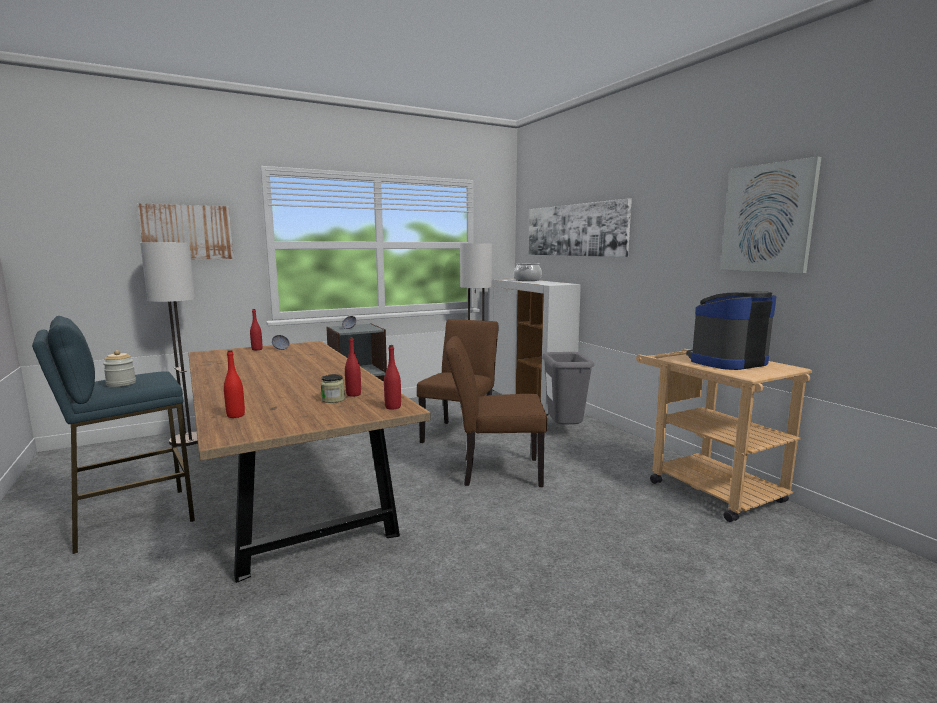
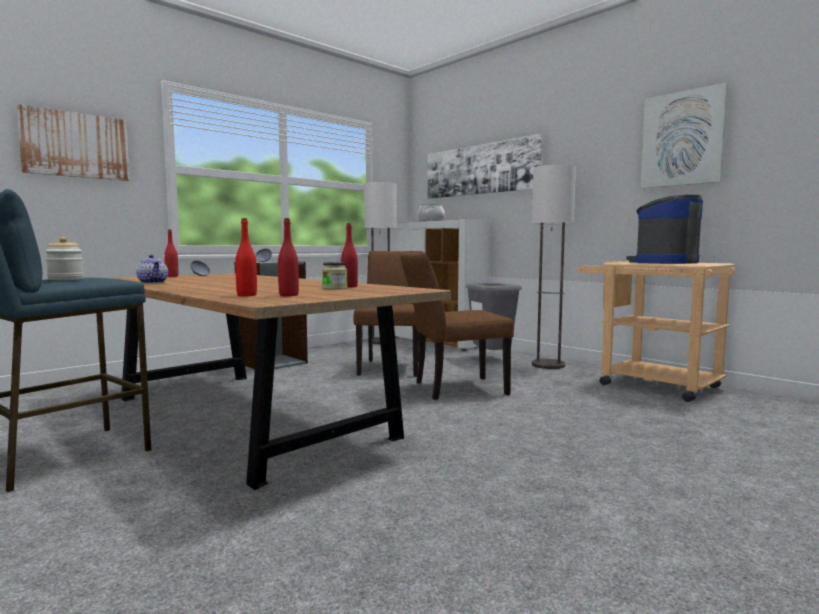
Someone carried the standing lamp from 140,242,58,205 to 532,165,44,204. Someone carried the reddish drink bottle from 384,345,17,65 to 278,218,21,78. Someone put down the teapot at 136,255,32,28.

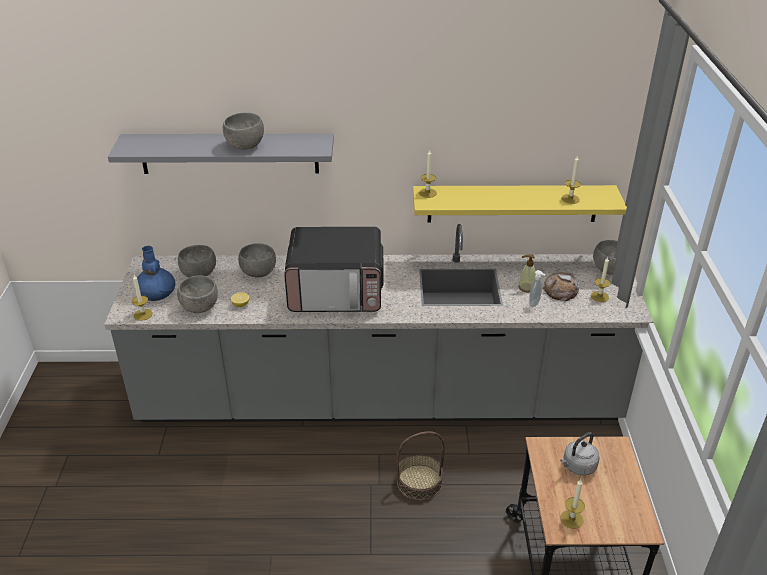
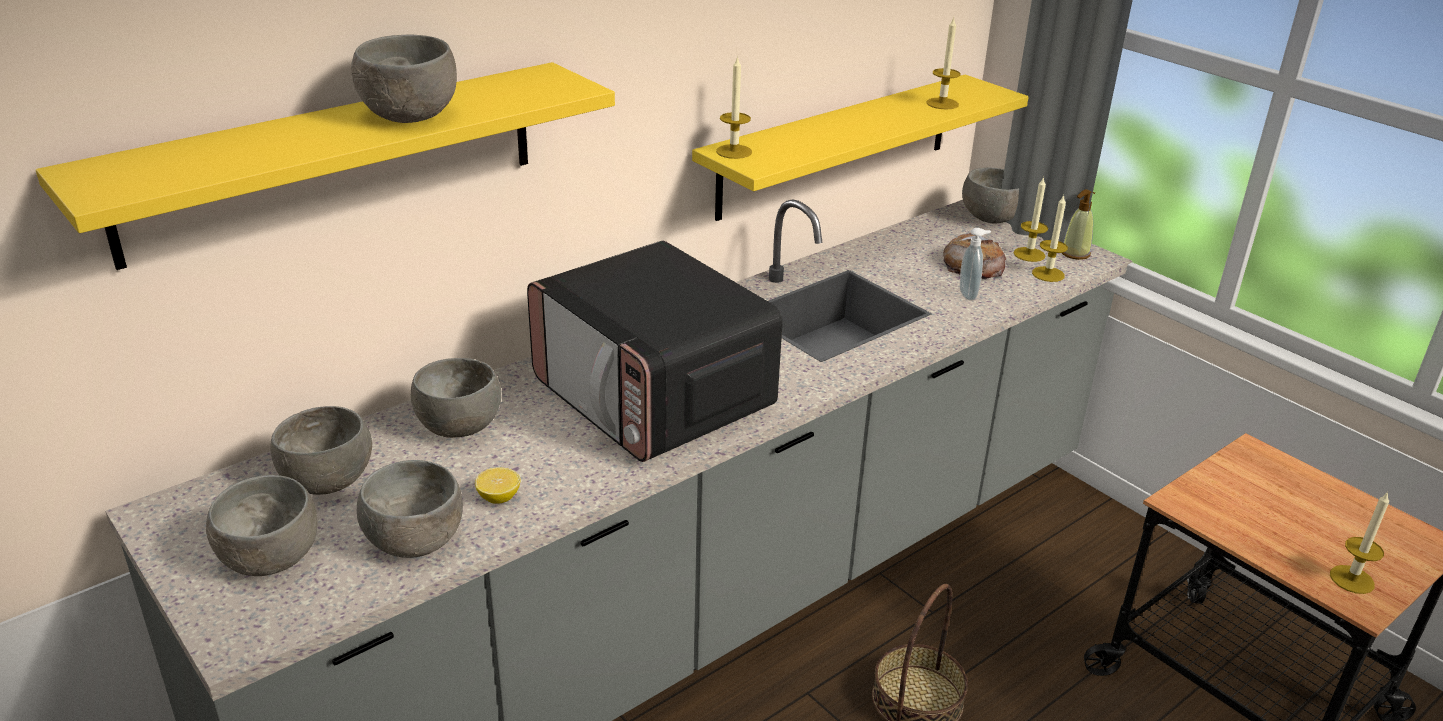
Someone repainted the grey shelf at 108,134,226,40, which became the yellow-coloured shelf at 36,62,579,208. Someone rotated the kitchen microwave at 284,227,99,85 by 90 degrees clockwise. Someone swapped the blue-coloured decorative vase at 137,246,38,55 for the grey deep dish at 206,475,111,101. Someone carried the soap dispenser from 519,254,17,38 to 1062,189,33,71. Someone carried the candle from 132,275,21,46 to 1032,195,36,87. Someone took away the grey kettle at 560,432,40,44.

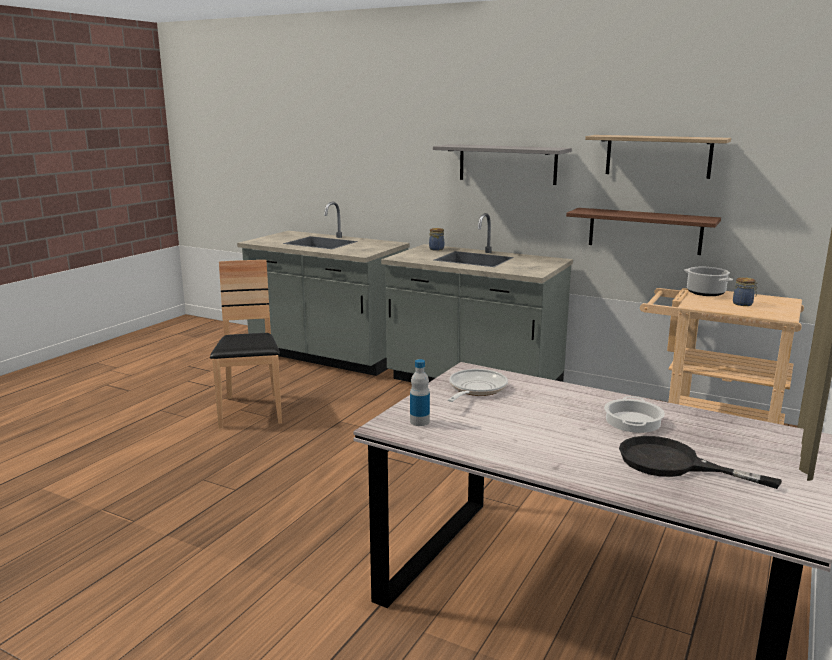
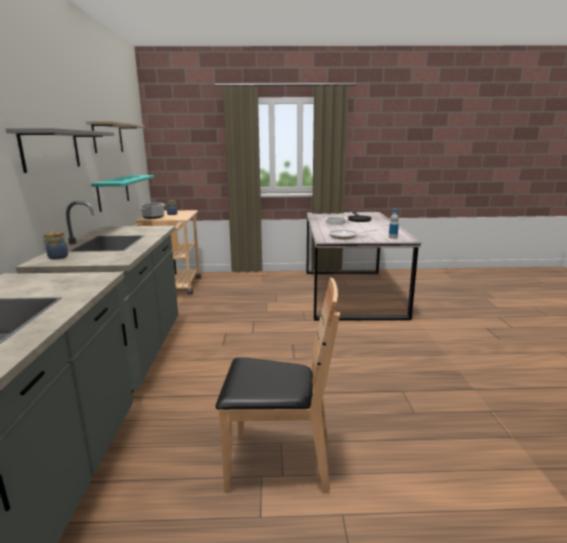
Someone repainted the brownish shelf at 566,208,155,47, which became the turquoise shelf at 91,175,63,37. Someone rotated the brownish upright chair at 210,260,72,168 by 135 degrees counterclockwise.

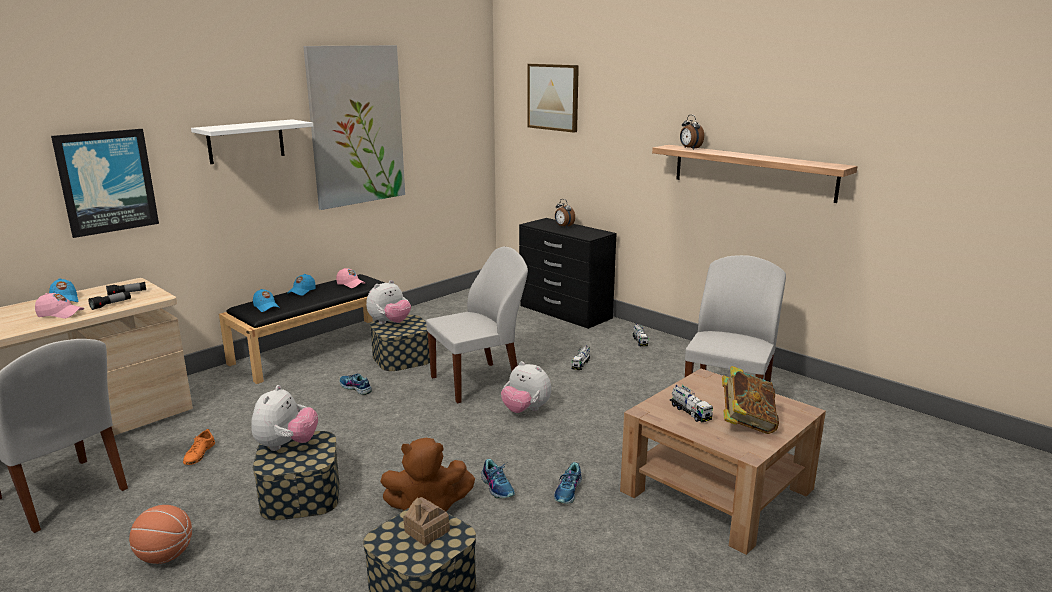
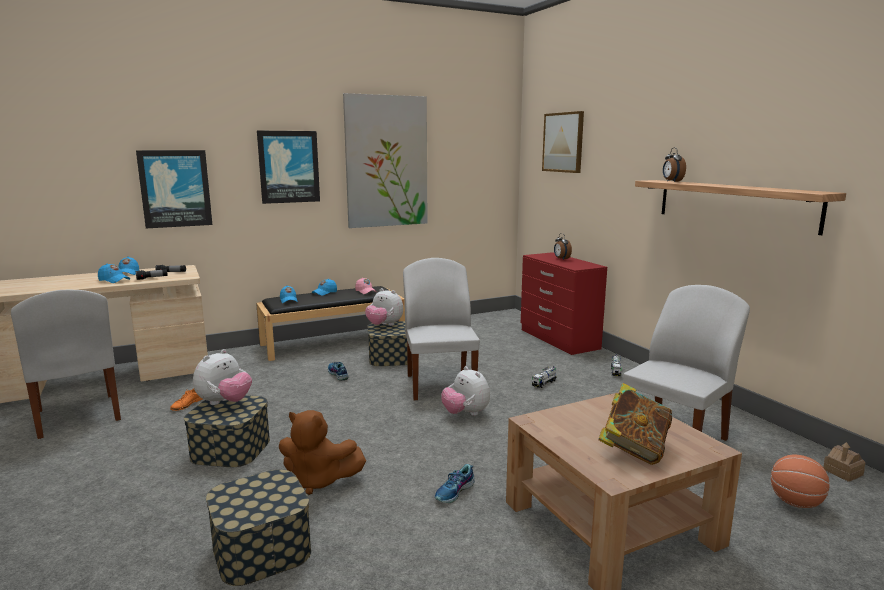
Someone swapped the white-coloured shelf at 191,119,122,45 for the wall picture at 257,131,63,73. Someone repainted the blackish chest of drawers at 519,218,97,111, which became the reddish chest of drawers at 521,252,86,103. Someone rotated the white-coloured upright chair at 426,247,102,156 by 90 degrees counterclockwise. Someone rotated the soft toy at 366,280,45,44 by 60 degrees clockwise. Someone repainted the pinkish baseball cap at 35,293,49,26, which became the blue-coloured baseball cap at 98,263,32,20. Someone took away the toy truck at 670,385,43,37. Someone took away the item of footwear at 481,459,34,39. Someone carried the toy house from 403,497,47,49 to 823,442,42,40. Someone carried the ball for basketball from 129,505,63,59 to 771,455,59,53.

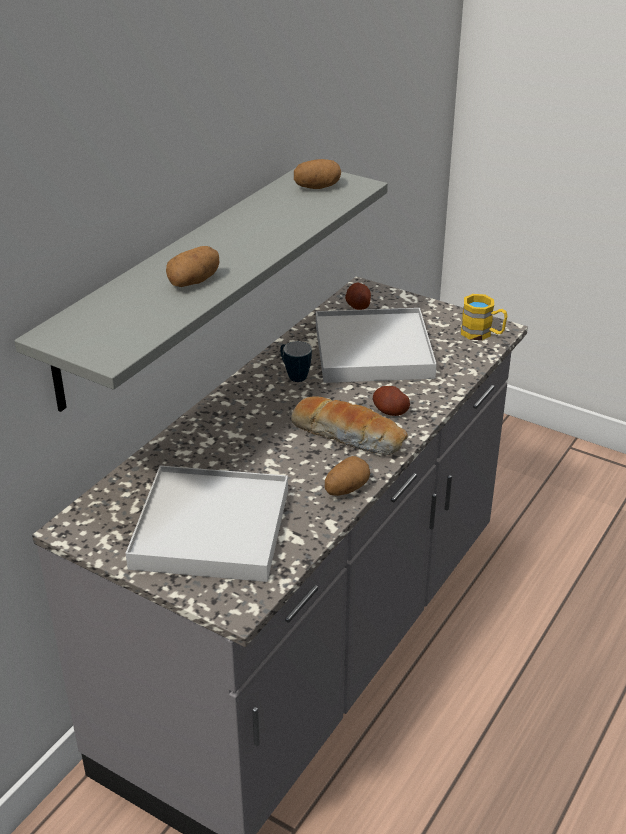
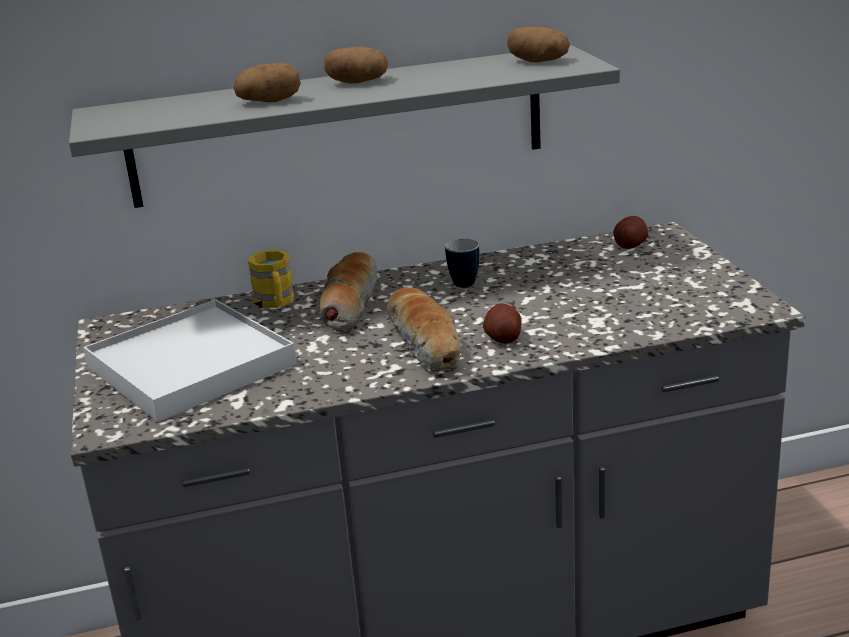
Someone carried the yellow-coloured mug from 461,294,47,46 to 248,250,46,58. Someone took away the white-coloured tray at 316,308,121,75. Someone carried the spud from 325,456,45,40 to 324,47,64,37. Someone put down the bakery bread at 319,252,59,81.

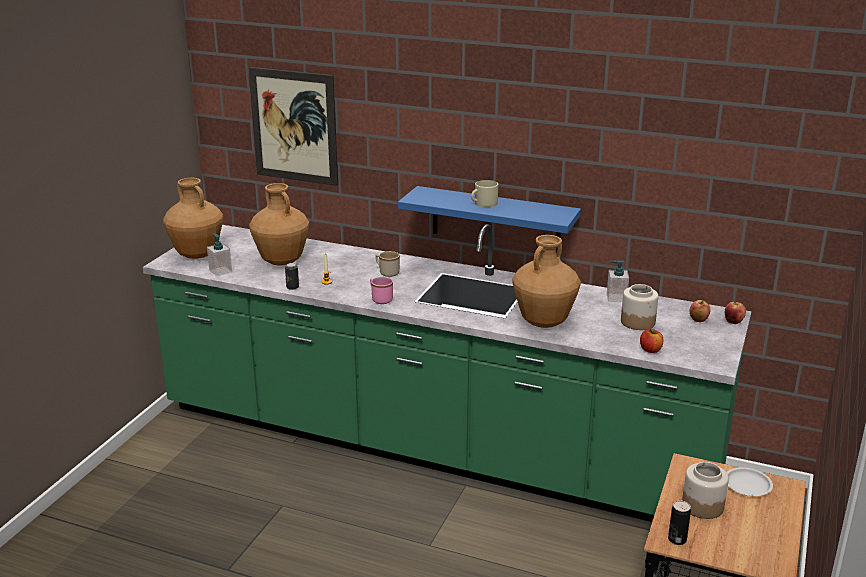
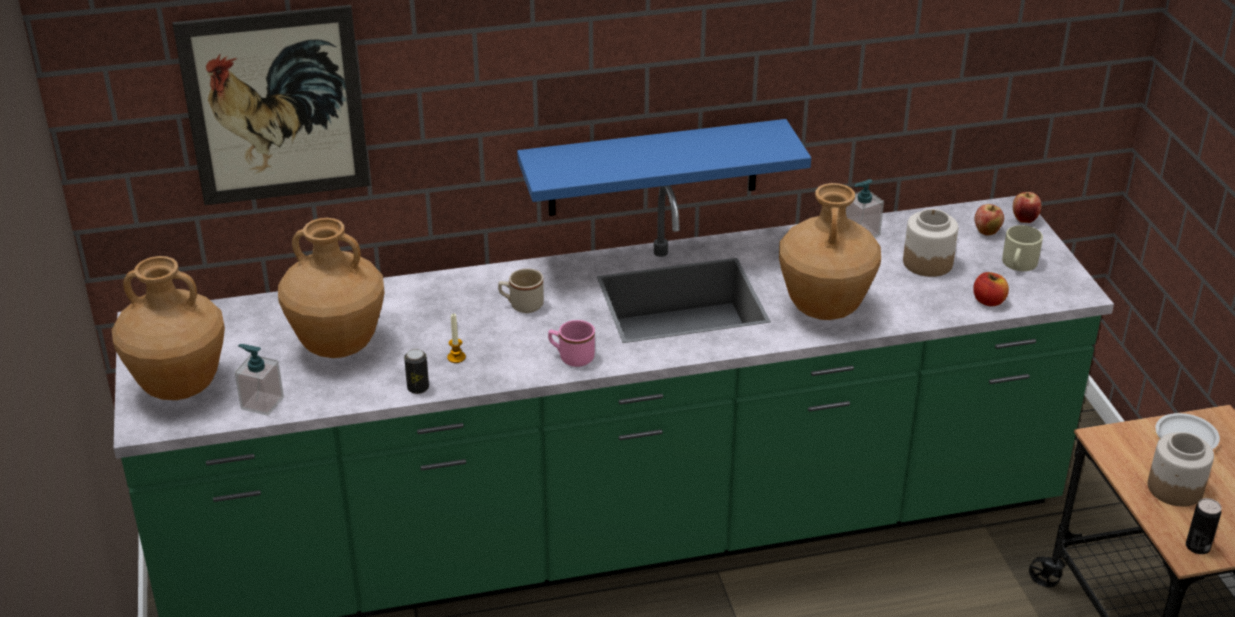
Someone carried the beige-coloured mug from 471,180,27,27 to 1002,225,41,46.

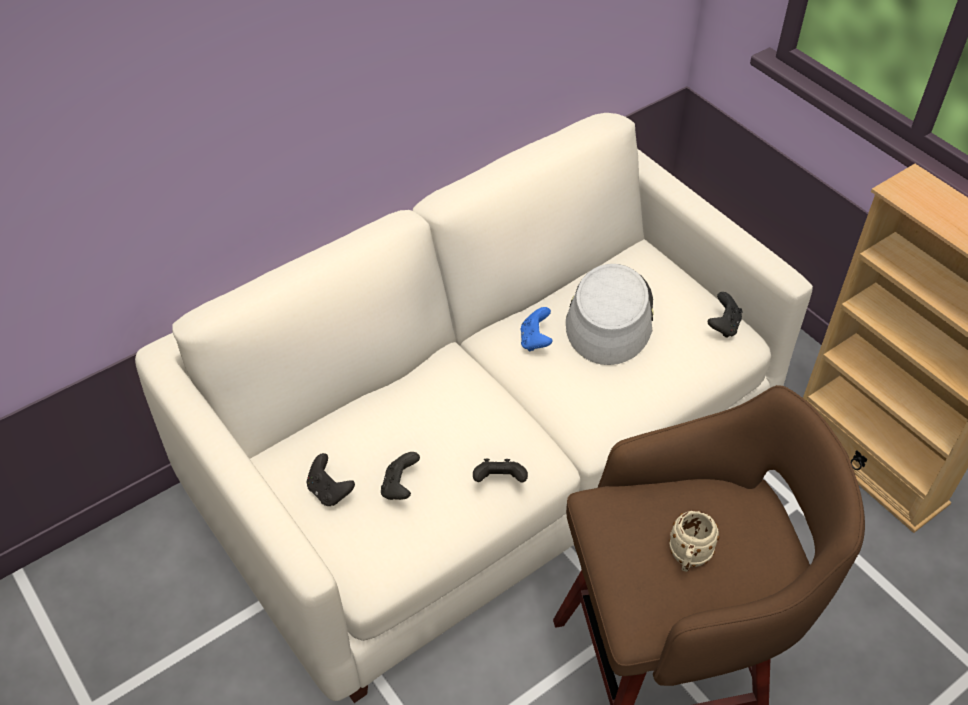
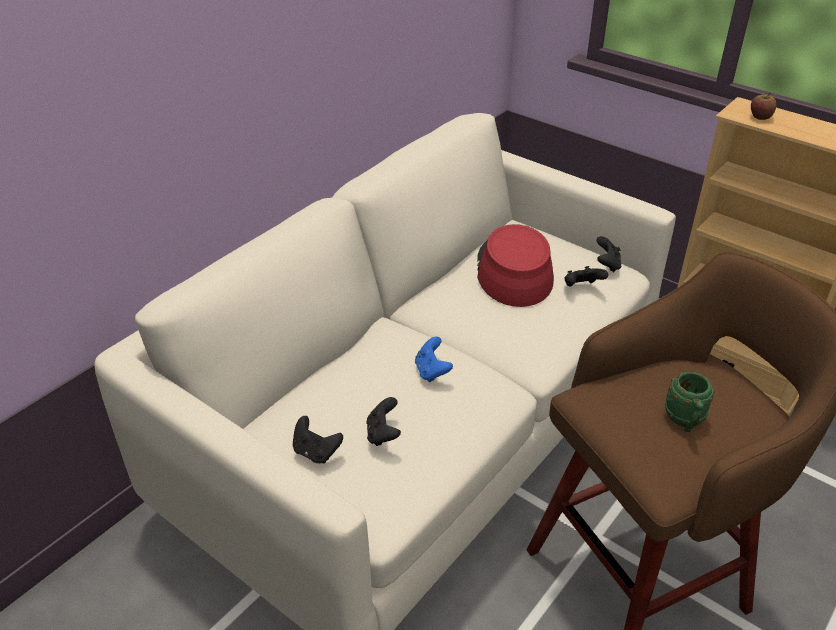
Someone repainted the grey wearable hat at 566,264,88,101, which became the reddish wearable hat at 477,224,77,83. Someone carried the blue-coloured joypad from 520,307,33,45 to 415,337,38,45. Someone carried the blackish joypad from 473,459,55,23 to 565,266,43,21. Someone repainted the beige-coloured mug at 669,510,50,62, which became the green mug at 665,372,50,60. Someone put down the apple at 751,92,25,28.

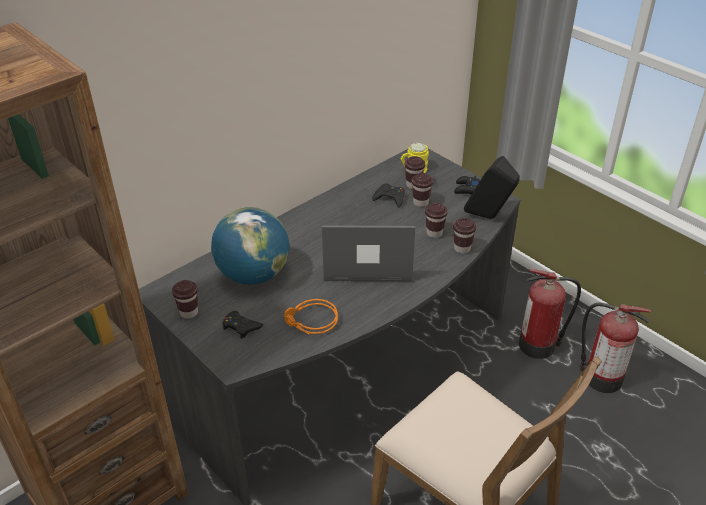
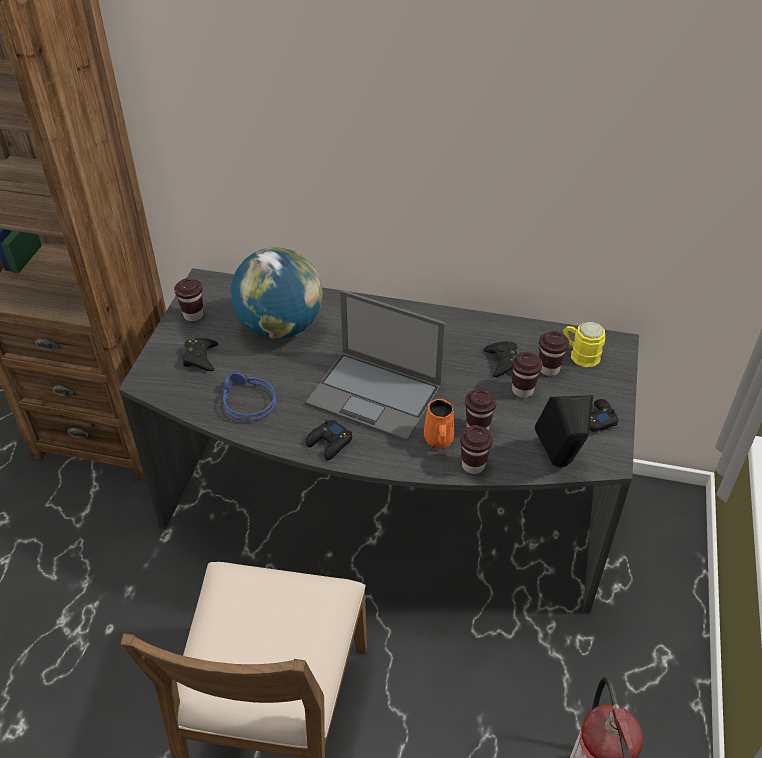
Someone rotated the laptop at 322,225,93,56 by 150 degrees clockwise. Someone took away the fire-fighting cylinder at 519,269,62,90. Someone repainted the orangey headphones at 284,299,54,35, which became the blue-coloured headphones at 219,372,57,49. Someone put down the orangey mug at 424,399,30,50. Someone put down the blackish joypad at 306,420,46,40.

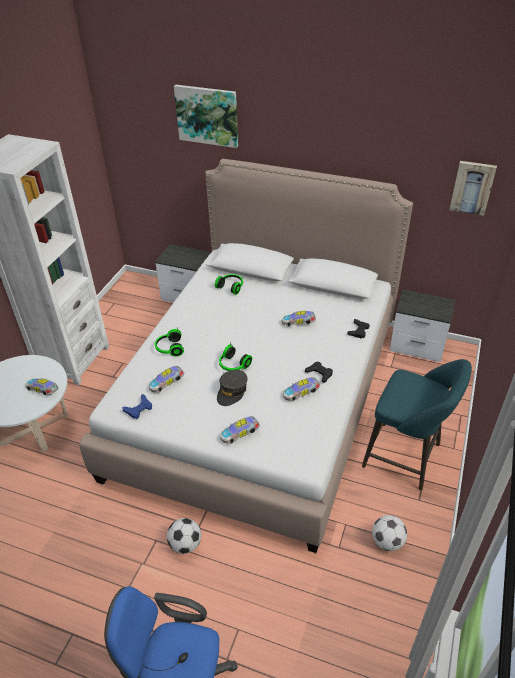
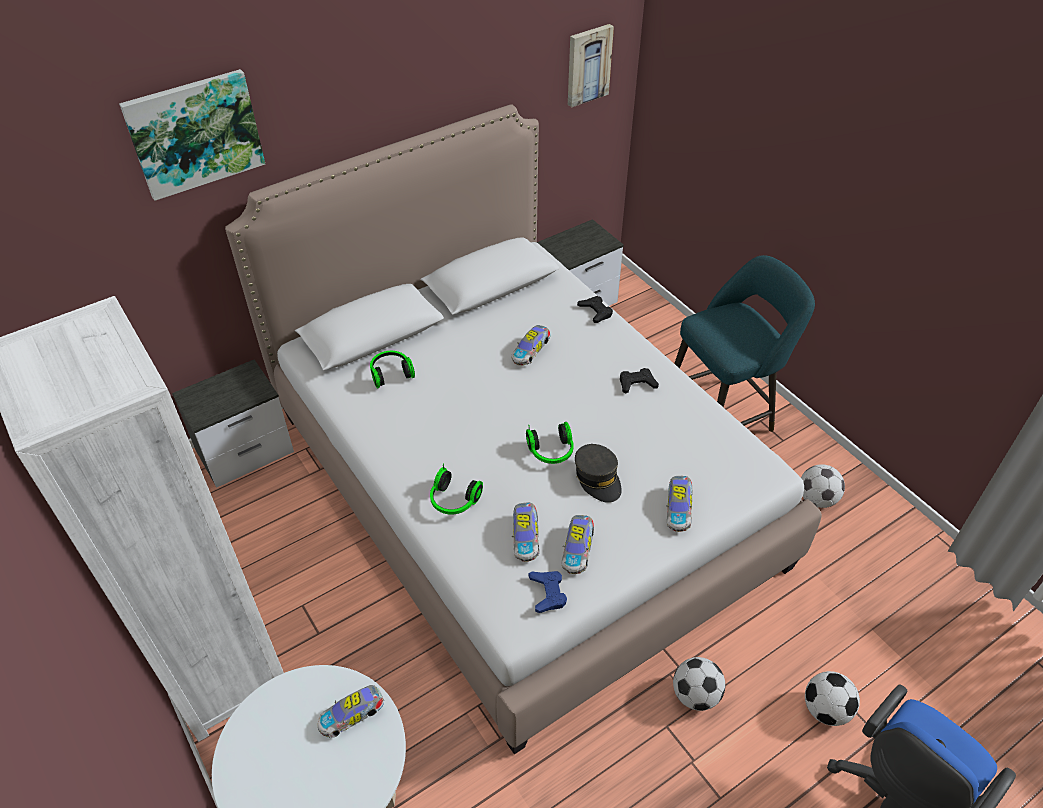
Someone carried the miniature car from 283,377,37,24 to 562,515,32,59. Someone put down the football ball at 805,671,55,55.

